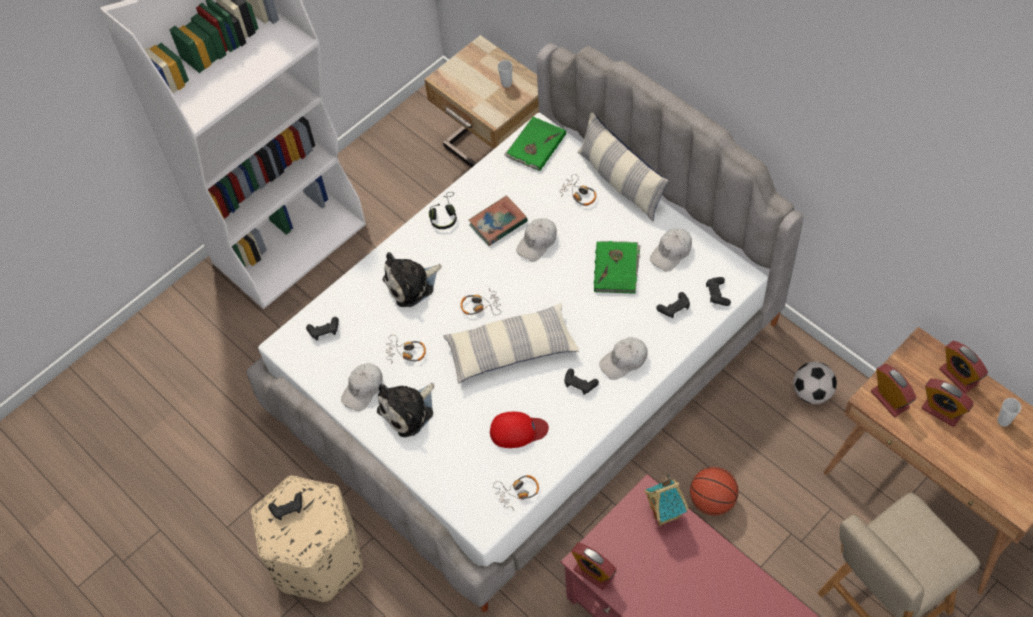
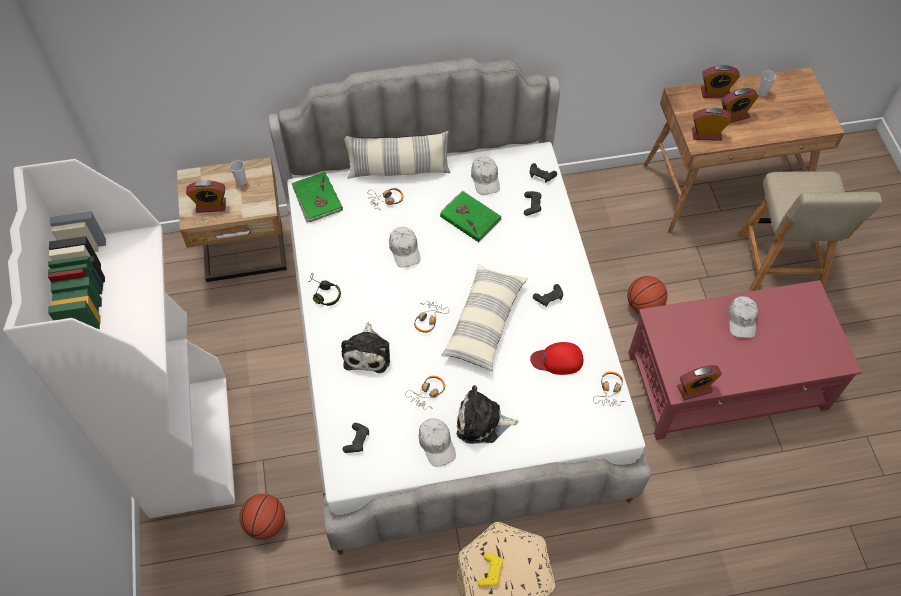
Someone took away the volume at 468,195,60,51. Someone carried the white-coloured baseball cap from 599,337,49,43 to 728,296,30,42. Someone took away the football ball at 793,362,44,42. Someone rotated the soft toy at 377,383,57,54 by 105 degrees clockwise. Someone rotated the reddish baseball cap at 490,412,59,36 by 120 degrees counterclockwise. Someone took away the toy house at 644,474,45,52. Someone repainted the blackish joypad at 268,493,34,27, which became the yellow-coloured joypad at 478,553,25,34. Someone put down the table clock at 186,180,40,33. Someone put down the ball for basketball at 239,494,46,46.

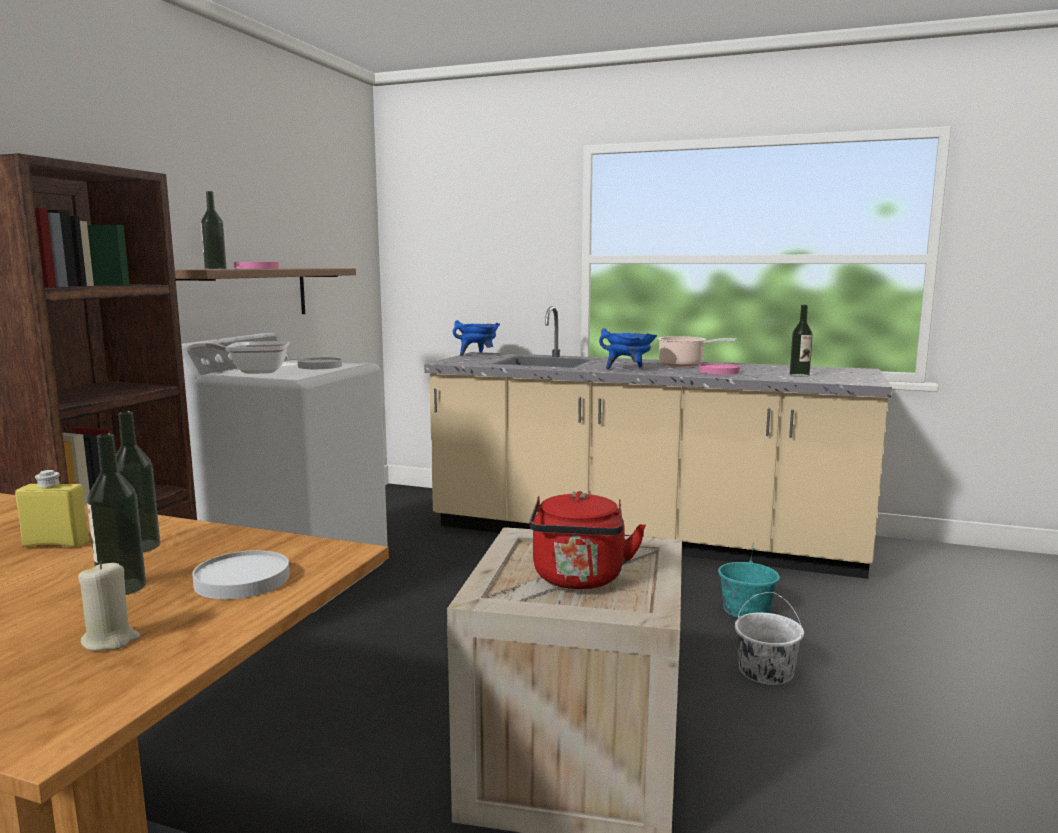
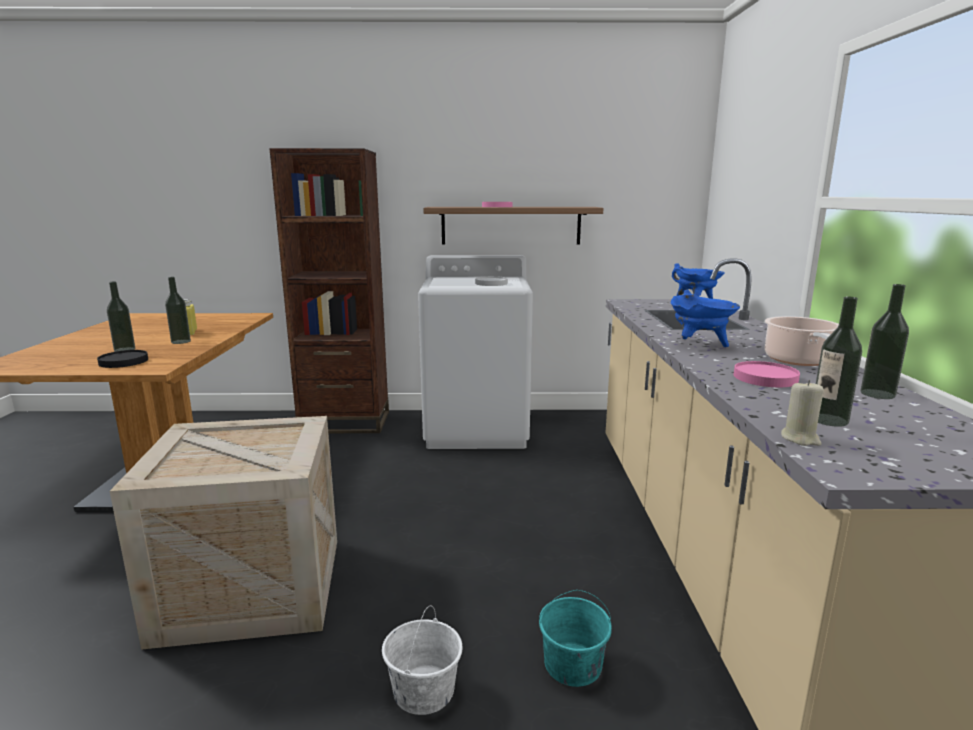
Someone carried the drink bottle from 201,191,26,78 to 861,284,48,115. Someone took away the pan at 187,341,103,33. Someone took away the reddish kettle at 529,491,117,98. Someone repainted the white-coloured flat dish at 192,550,98,49, which became the blackish flat dish at 97,350,51,18. Someone carried the beige-coloured candle from 78,561,62,90 to 781,380,43,66.

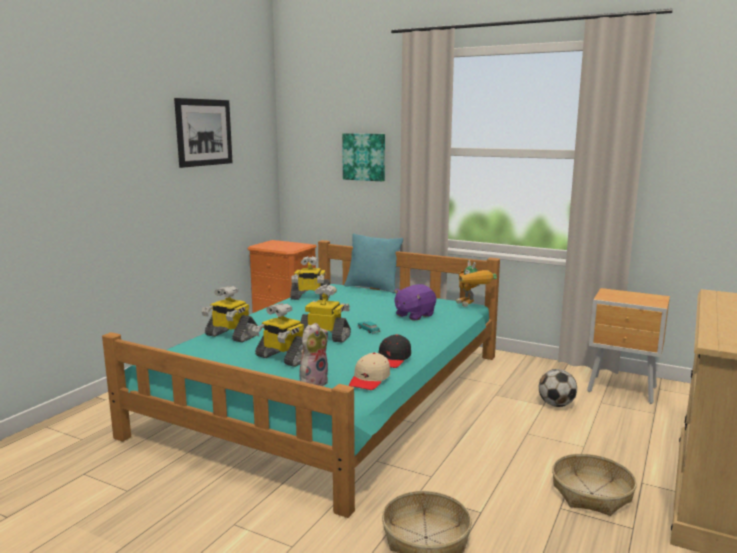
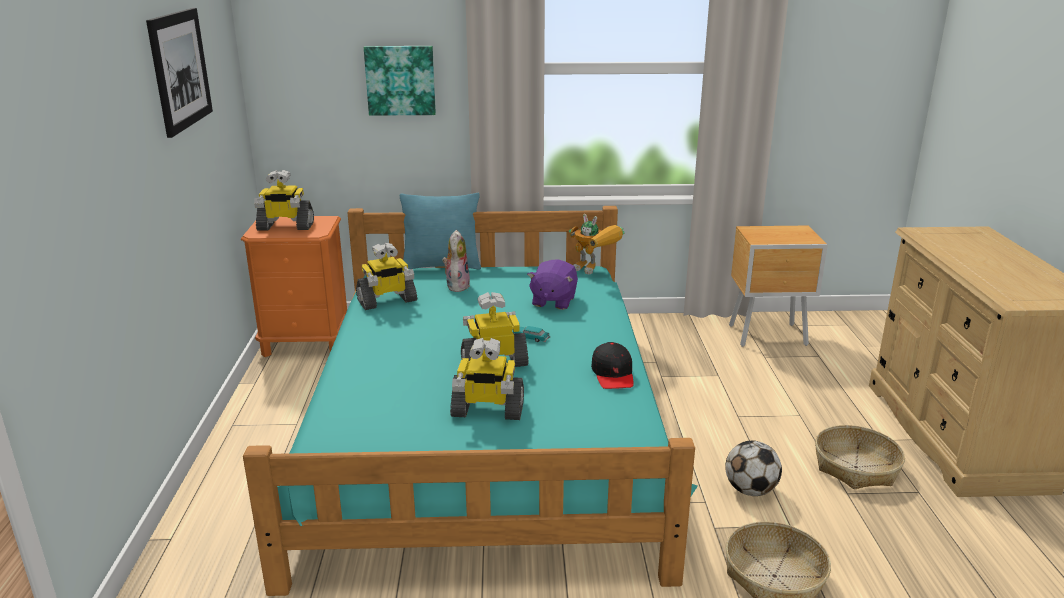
Someone carried the robot figure from 202,286,55,56 to 254,170,60,60. Someone carried the soft toy from 299,323,29,63 to 443,230,27,62. Someone took away the beige-coloured baseball cap at 349,353,41,37. Someone carried the football ball from 539,369,38,38 to 725,440,57,56.

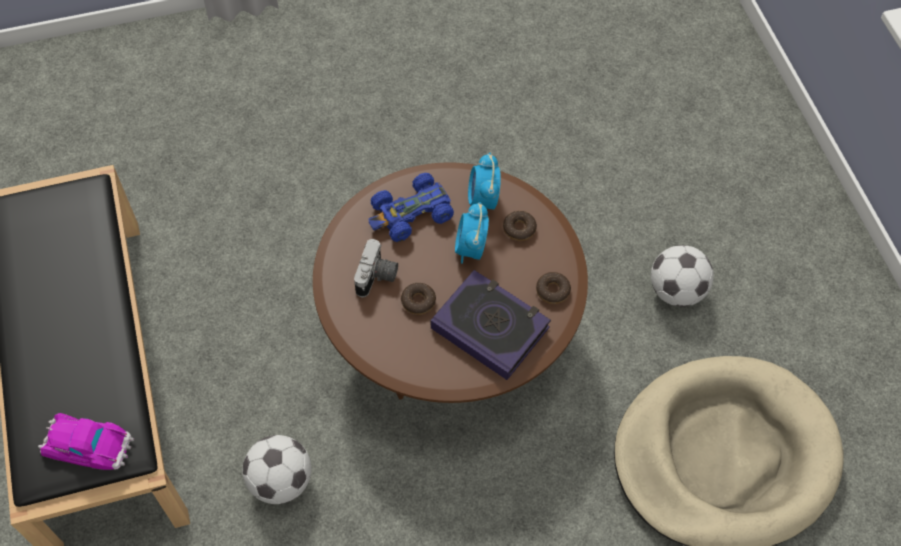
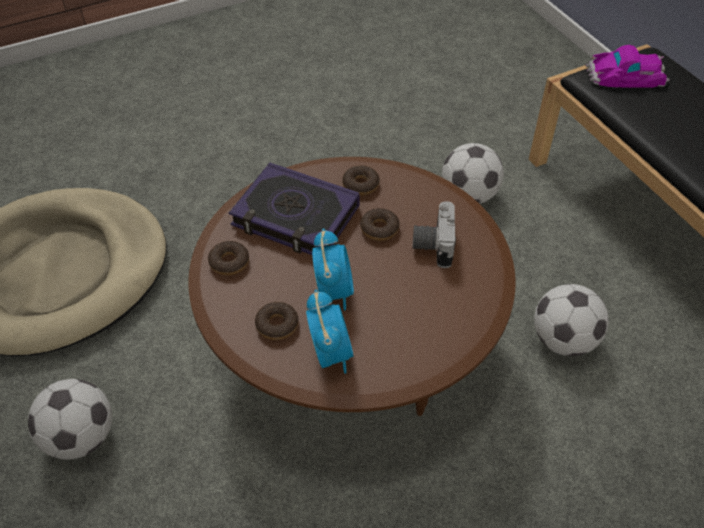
Someone took away the blue-coloured miniature car at 369,173,85,69. Someone put down the doughnut at 342,165,38,31. Someone put down the football ball at 534,284,75,72.

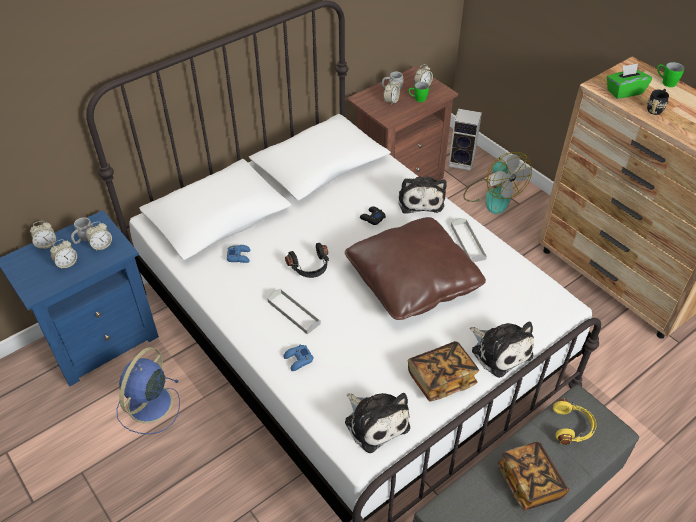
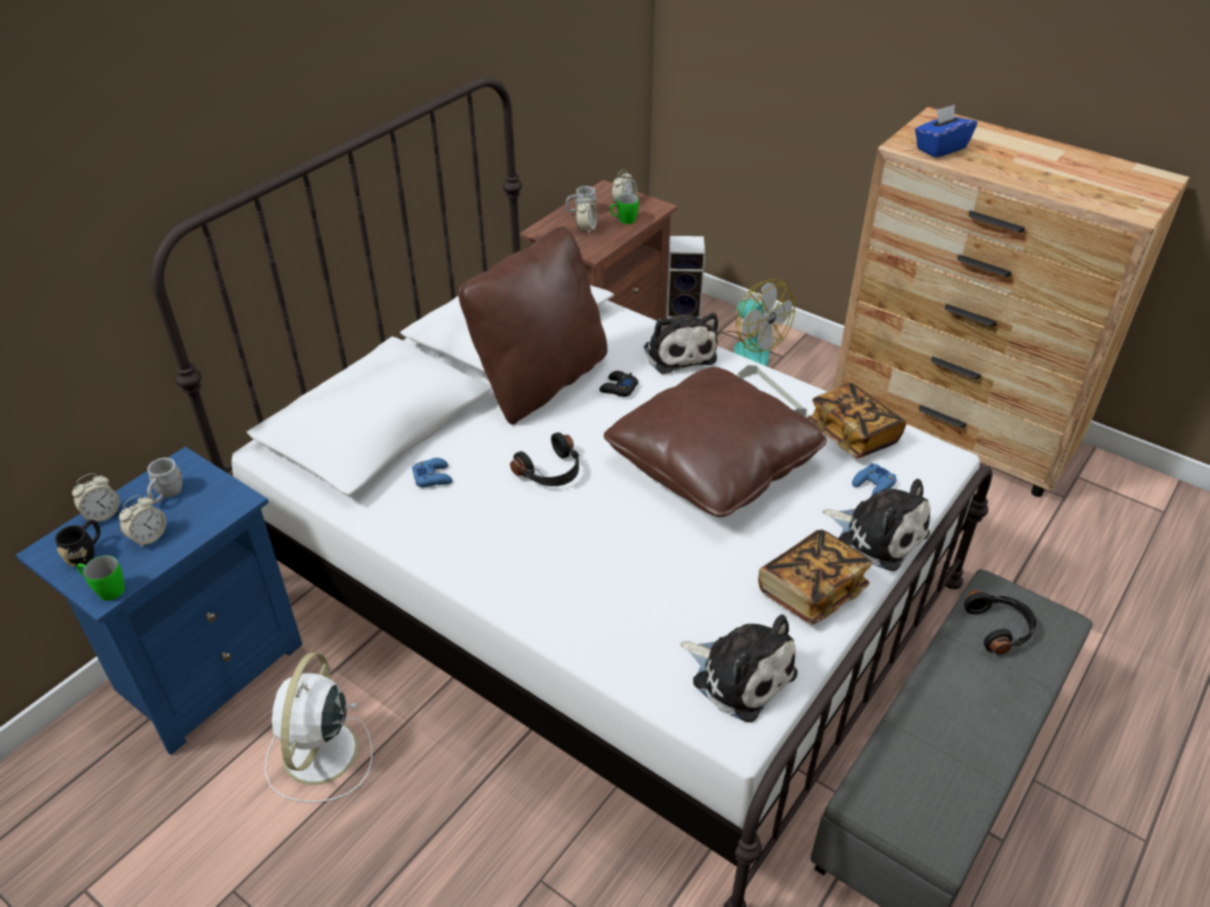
Someone carried the green mug from 657,62,27,25 to 76,555,49,46. Someone repainted the green box of tissues at 607,63,45,36, which became the blue-coloured box of tissues at 915,104,62,54. Someone carried the blackish mug from 647,89,22,26 to 55,519,45,48. Someone took away the table clock at 86,222,26,29. Someone took away the grey tray at 267,289,54,45. Someone carried the blue-coloured joypad from 283,345,31,26 to 852,463,45,32. Someone repainted the blue-coloured fan at 116,347,64,87, which became the white-coloured fan at 265,653,107,150. Someone repainted the yellow-coloured headphones at 553,399,44,46, which became the blackish headphones at 964,590,73,65. Someone carried the volume from 498,441,71,69 to 807,383,99,75. Someone put down the brownish cushion at 458,226,149,199.

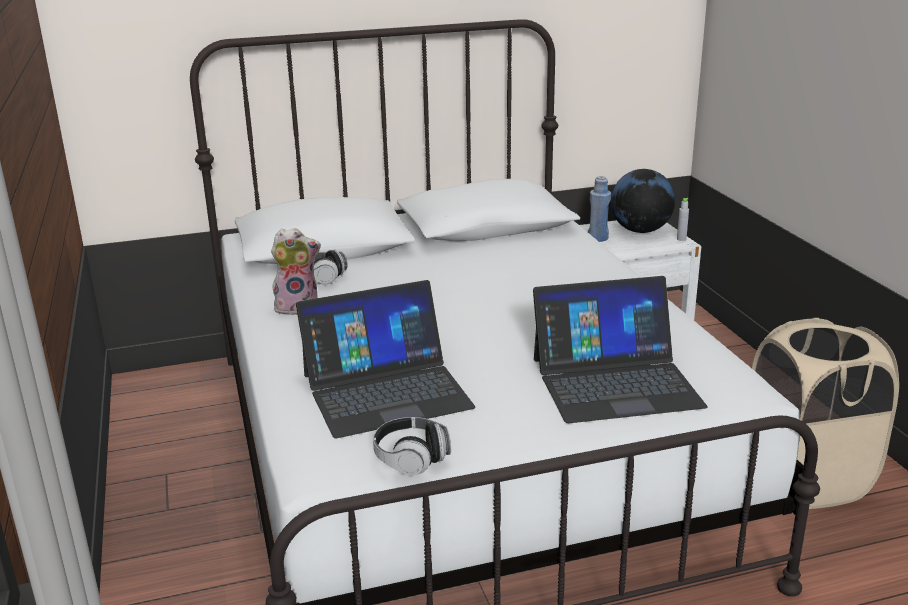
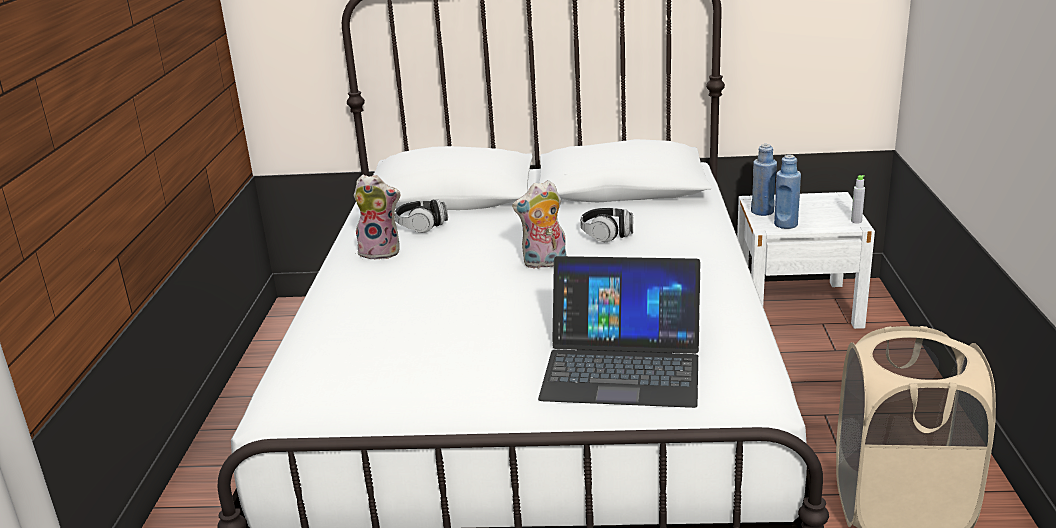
Someone took away the globe at 611,169,64,64. Someone took away the laptop at 296,280,179,158. Someone carried the headphones from 373,417,78,58 to 580,208,53,34. Someone put down the blue-coloured drink bottle at 774,155,27,74. Someone put down the soft toy at 512,180,54,89.

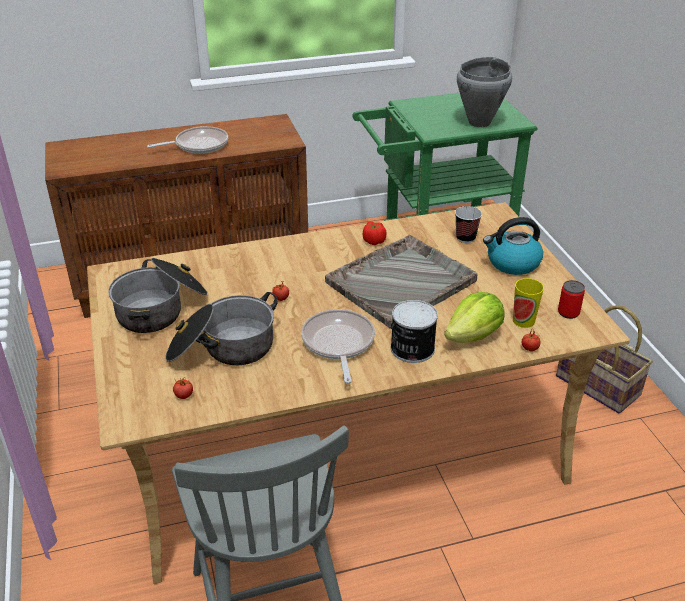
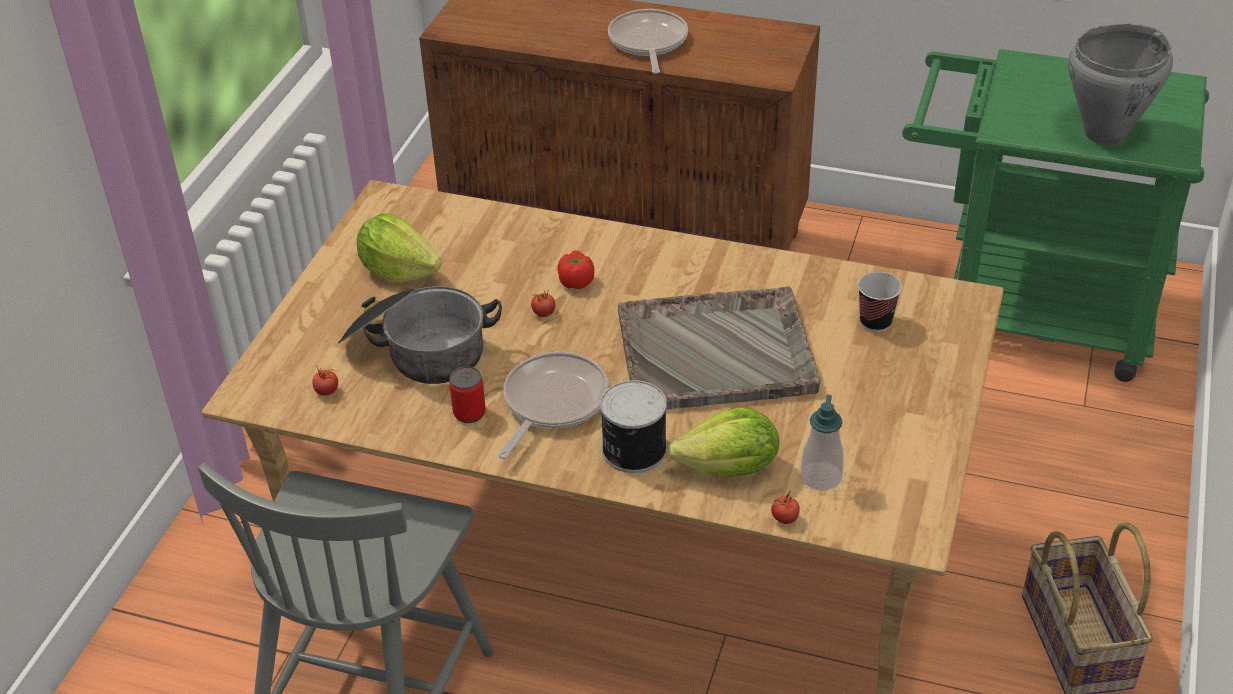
Someone rotated the pan at 147,126,81,28 by 105 degrees counterclockwise. Someone took away the kettle at 483,217,60,58. Someone carried the fresh tomato from 363,221,23,24 to 557,251,37,38. Someone swapped the stockpot at 108,258,100,75 for the lettuce at 357,214,85,68. Someone swapped the small cup at 513,278,31,50 for the soap dispenser at 801,395,43,95. Someone carried the can from 558,280,27,39 to 449,366,37,57.

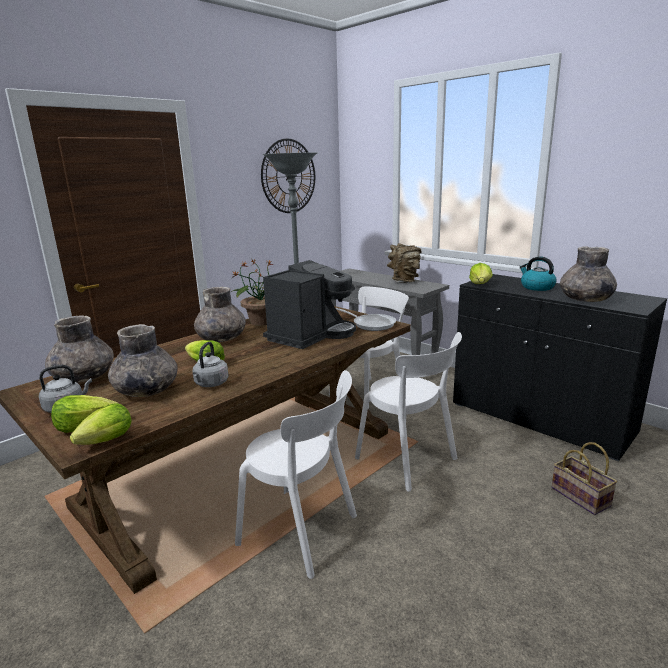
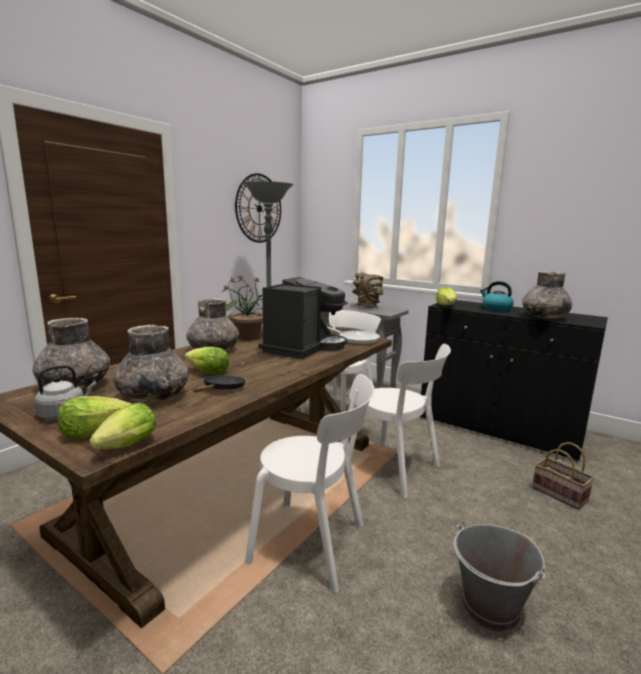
Someone swapped the grey kettle at 192,342,37,45 for the blackish pan at 193,375,53,17. Someone put down the grey bucket at 453,521,92,111.

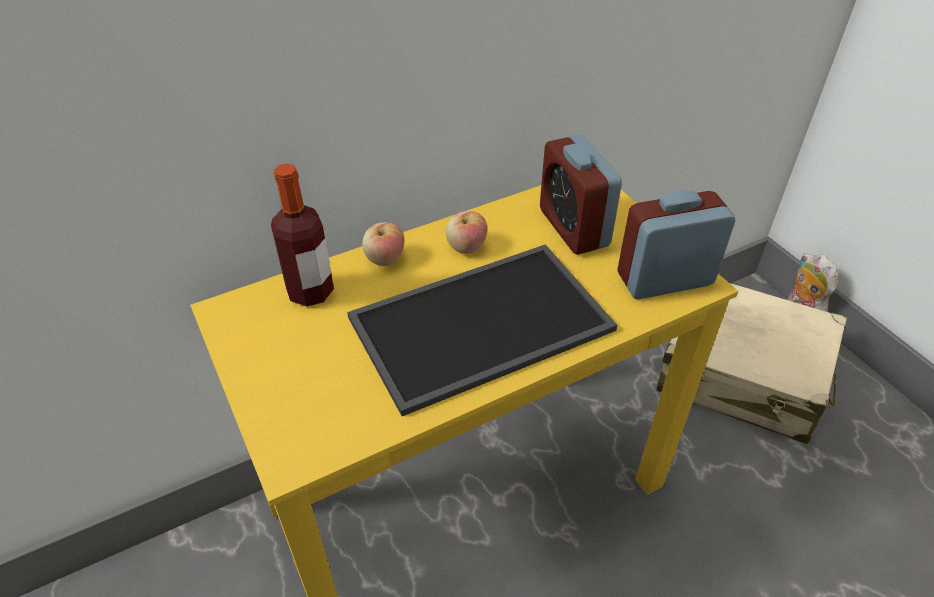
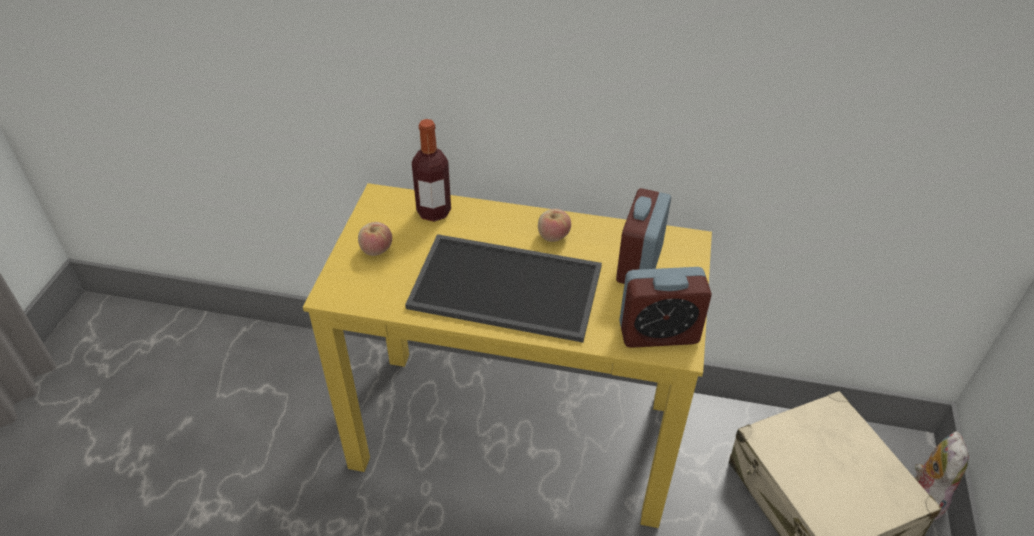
Someone rotated the table clock at 618,190,117,109 by 150 degrees clockwise. Someone carried the apple from 362,222,42,44 to 358,222,34,34.

